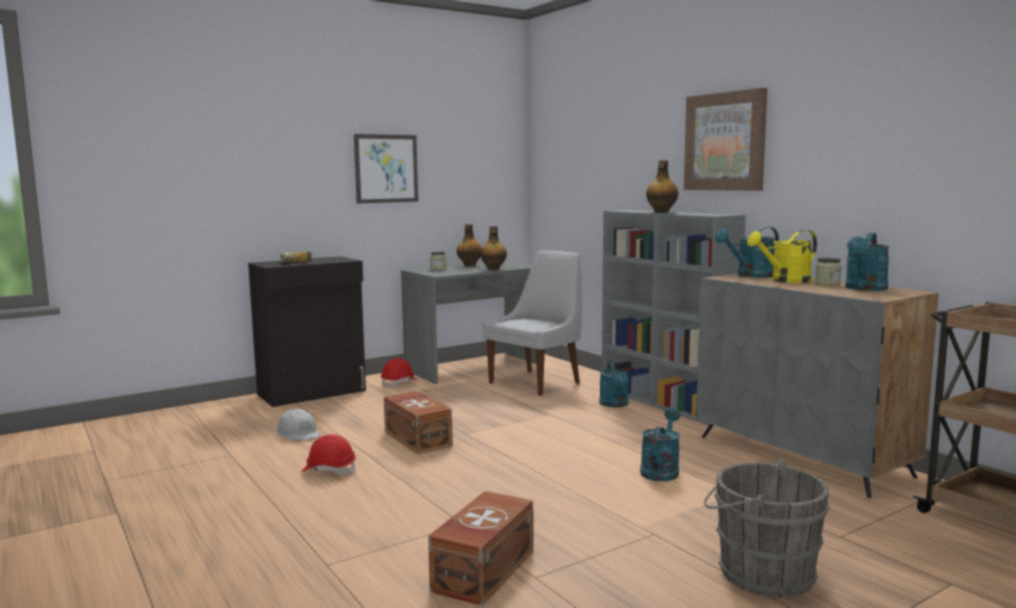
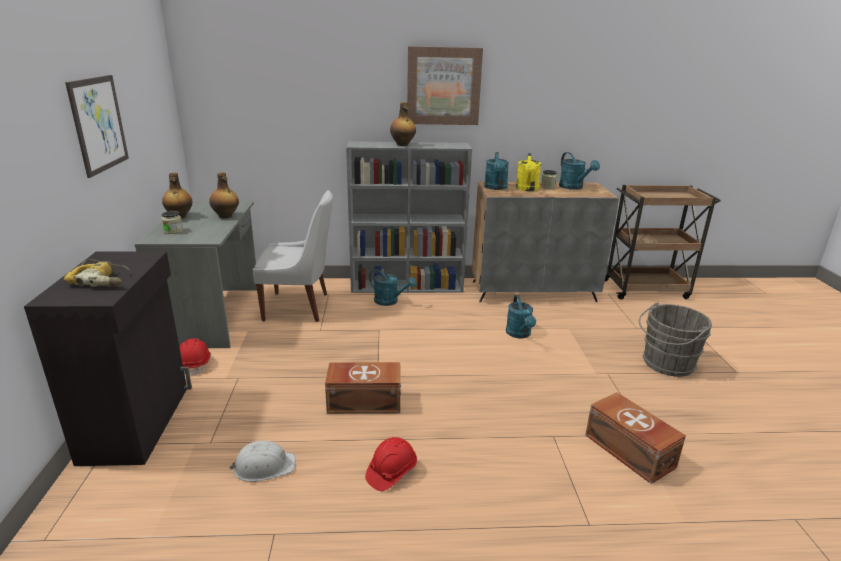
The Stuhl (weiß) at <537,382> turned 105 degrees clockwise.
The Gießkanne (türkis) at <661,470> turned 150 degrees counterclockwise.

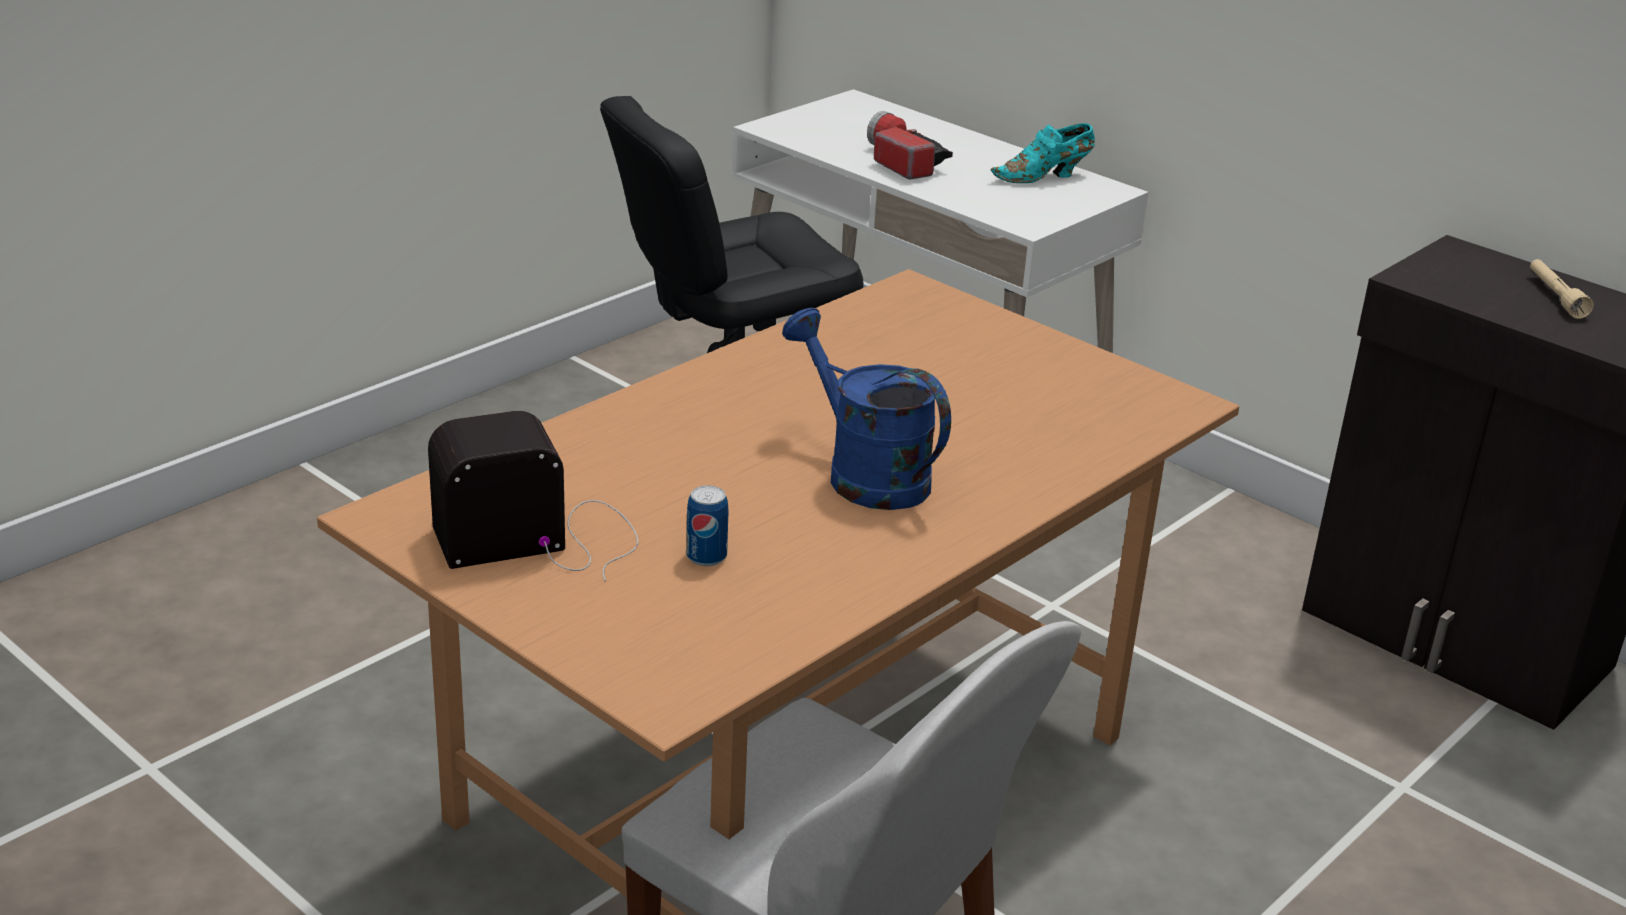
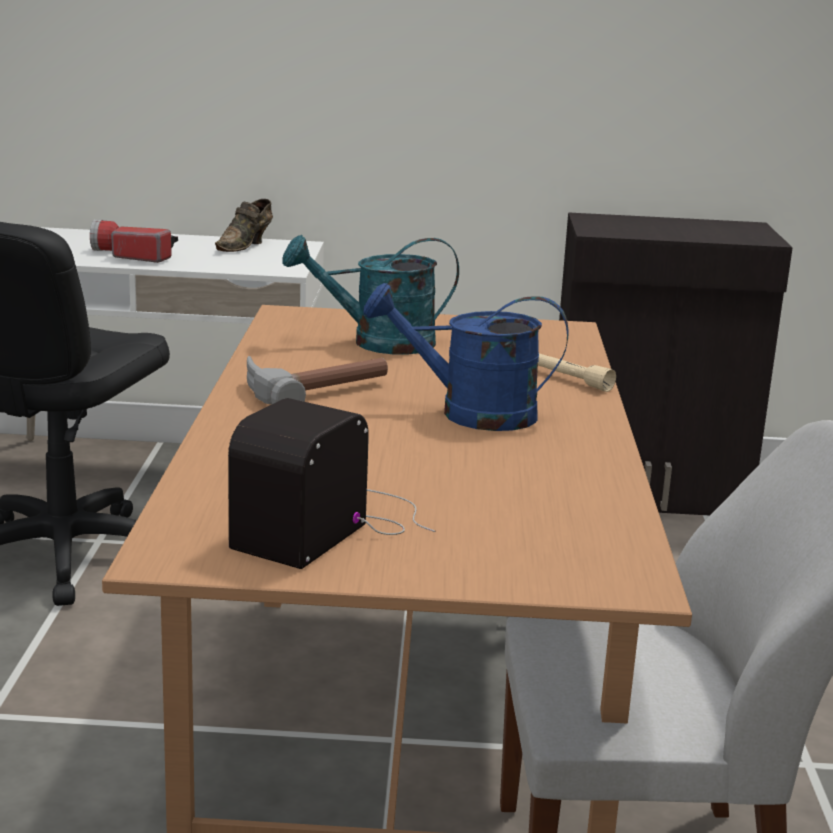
The Schuh (türkis) at <1044,177> became the Schuh (braun) at <246,246>.
The Taschenlampe (beige) moved from <1555,296> to <568,379>.
The Dose at <706,557> disappeared.
The Gießkanne (türkis) at <378,343> appeared.
The Hammer at <313,389> appeared.

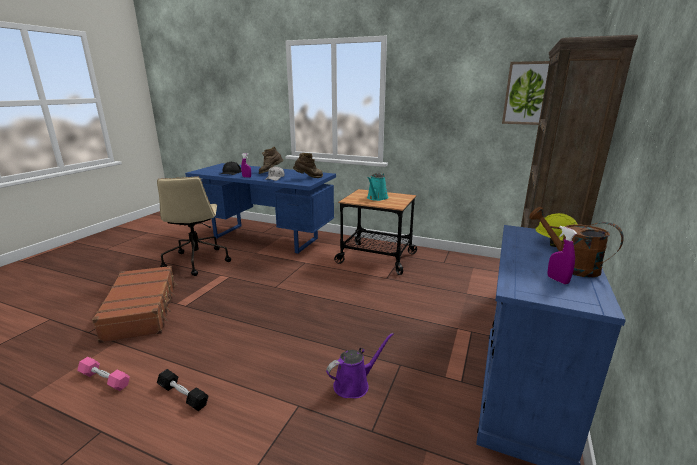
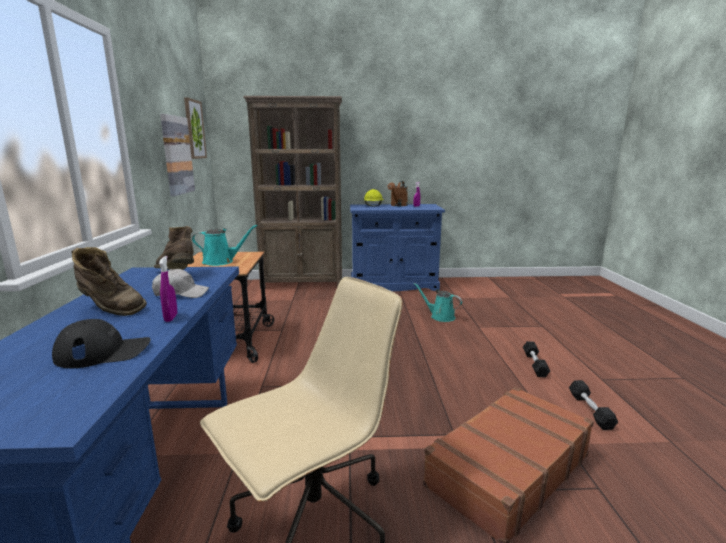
The Gießkanne (lila) at <354,384> became the Gießkanne (türkis) at <440,317>.
The Hantel (rosa) at <105,379> became the Hantel (schwarz) at <590,410>.
The Bild at <176,155> appeared.

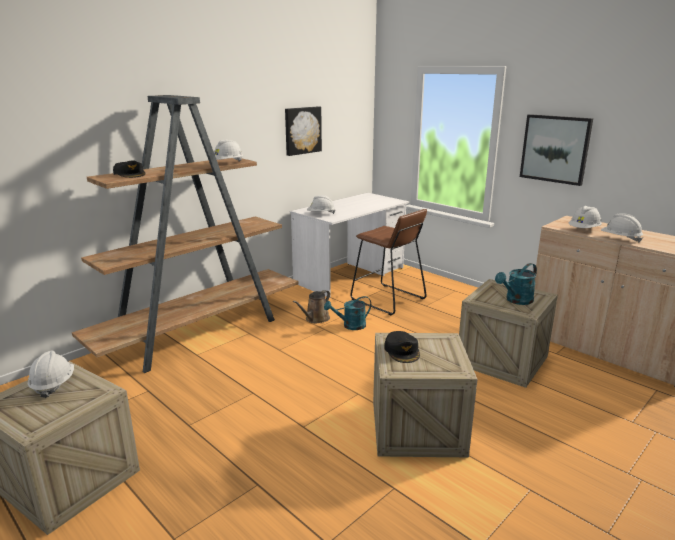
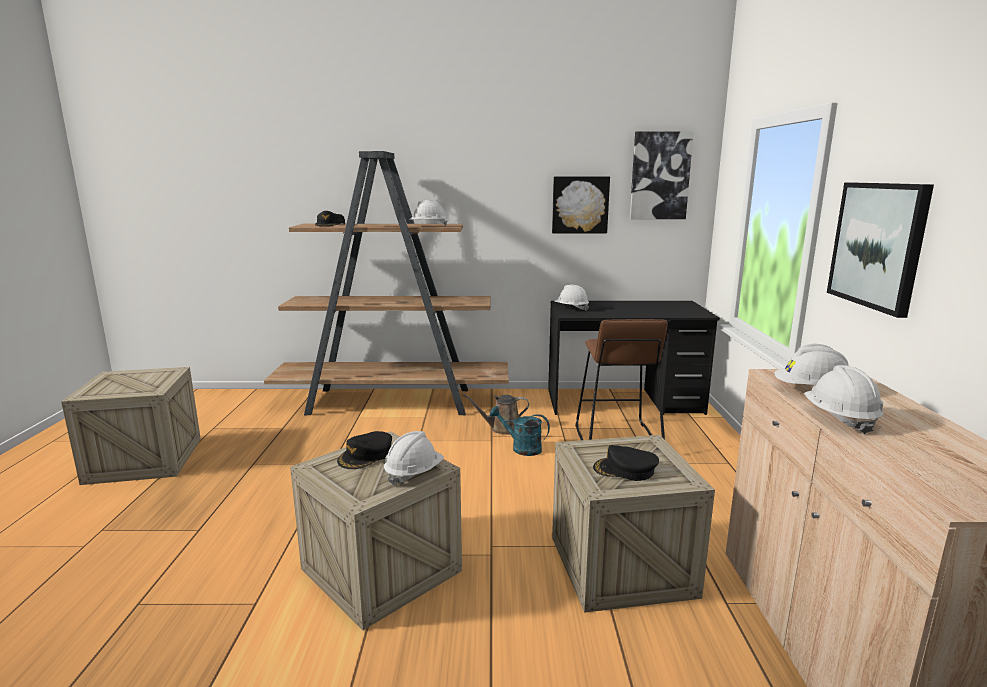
The Schreibtisch (weiß) at <350,275> became the Schreibtisch (schwarz) at <623,402>.
The Gießkanne (türkis) at <516,301> was replaced by the Kappe (schwarz) at <625,470>.
The Schutzhelm (weiß) moved from <53,385> to <413,473>.
The Bild at <660,176> appeared.

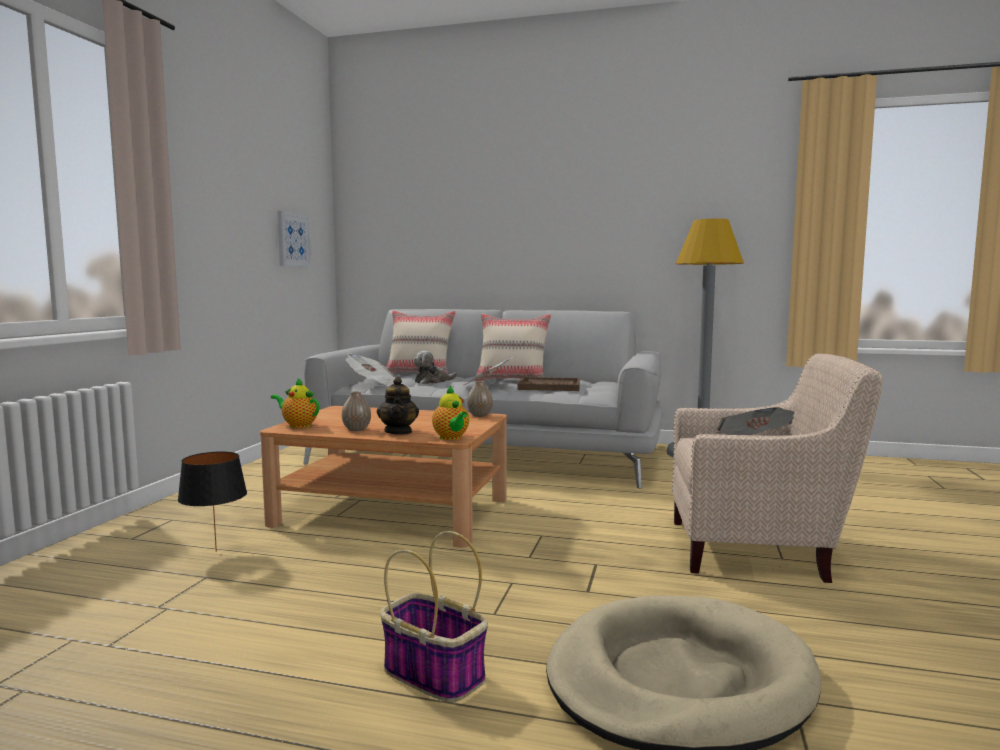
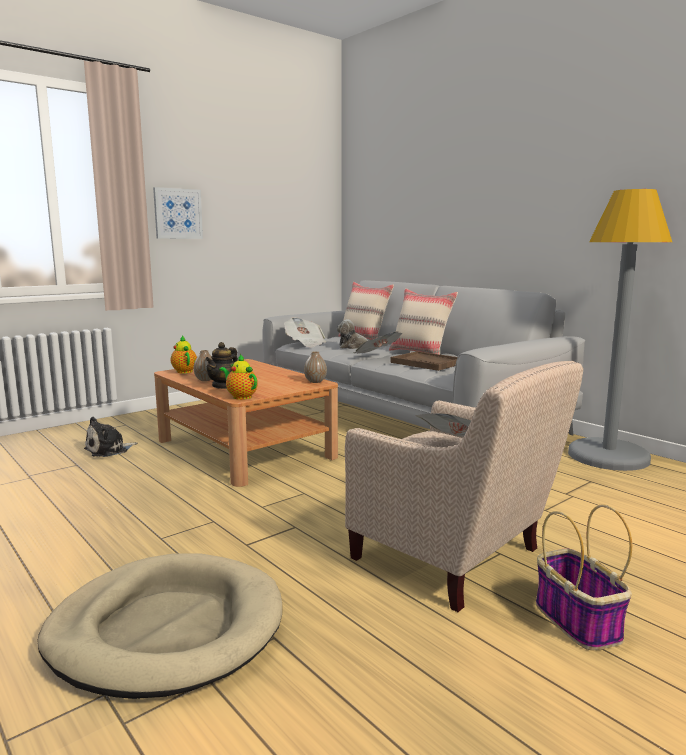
The Bild moved from <293,240> to <178,213>.
The Teekanne at <451,438> turned 120 degrees clockwise.
The Tischlampe (schwarz) at <217,551> was replaced by the Plüschtier at <109,450>.
The Korb moved from <432,674> to <575,620>.

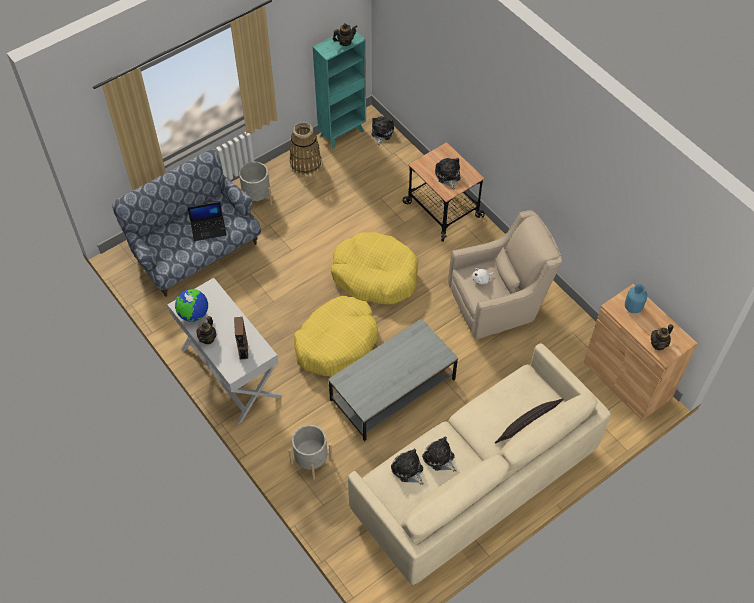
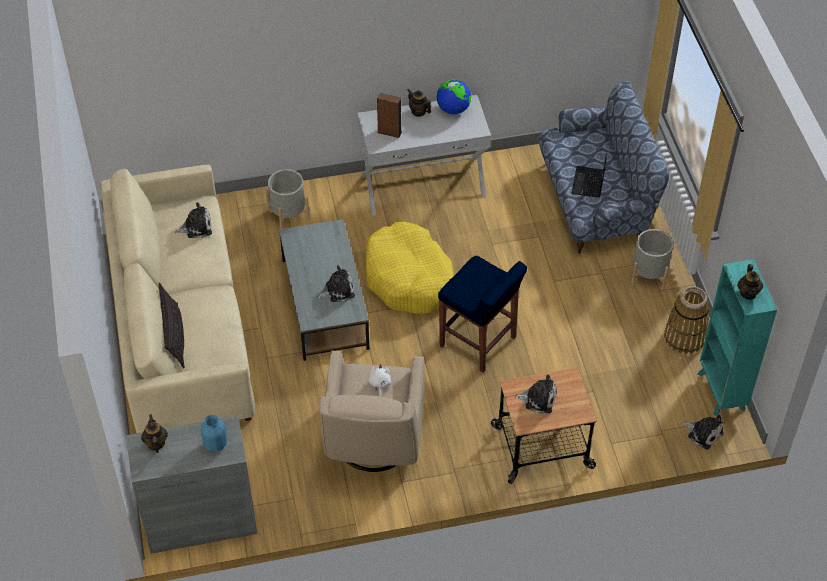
The Hundebett (gelb) at <375,275> was replaced by the Hocker (blau) at <479,342>.
The Schrank (braun) at <627,380> became the Schrank (grau) at <200,521>.
The Plüschtier moved from <439,458> to <337,290>.

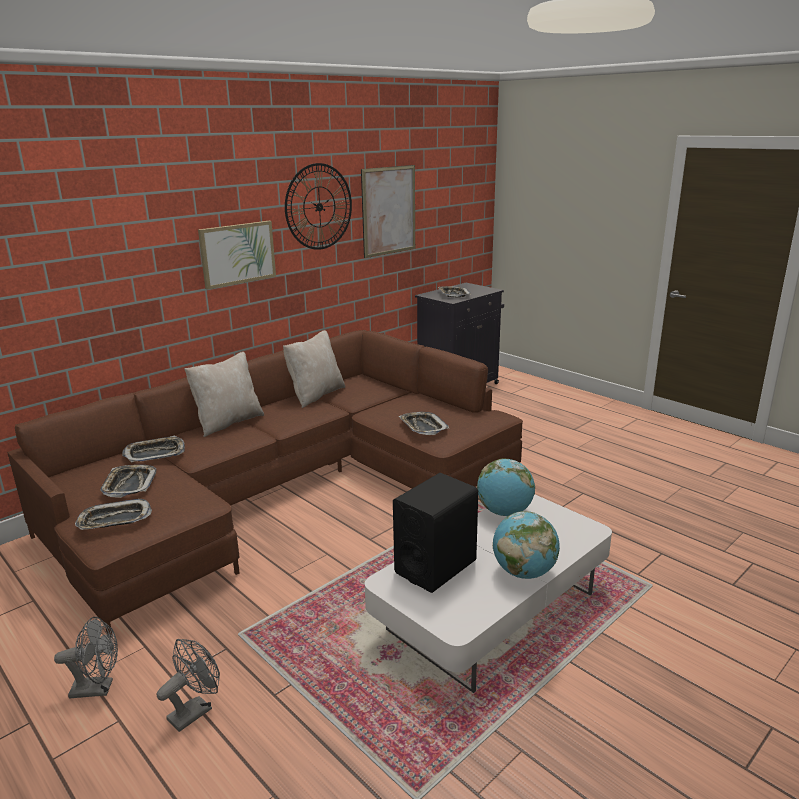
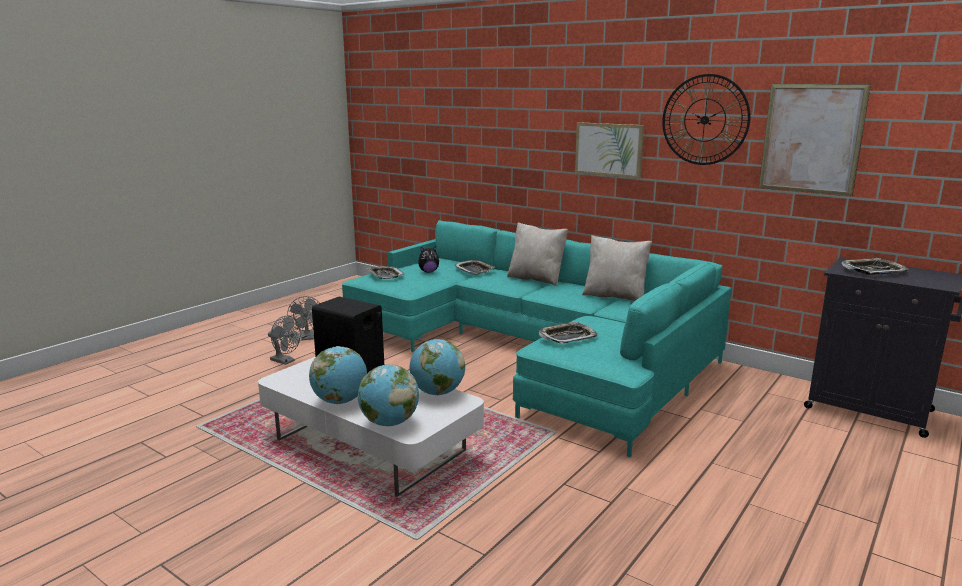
The Sofa (braun) at <287,490> became the Sofa (türkis) at <533,351>.
The Tablett at <129,484> was replaced by the Plüschtier at <428,271>.
The Globus at <389,423> appeared.

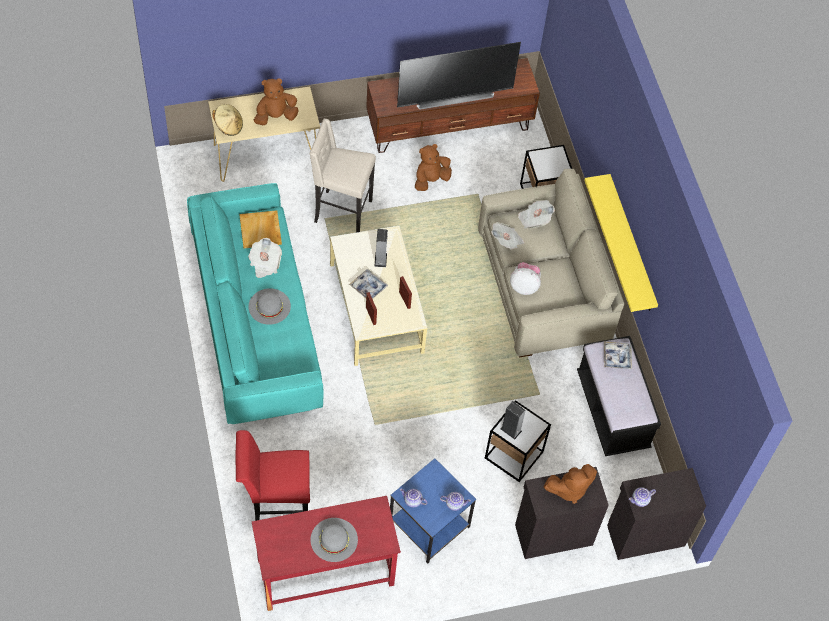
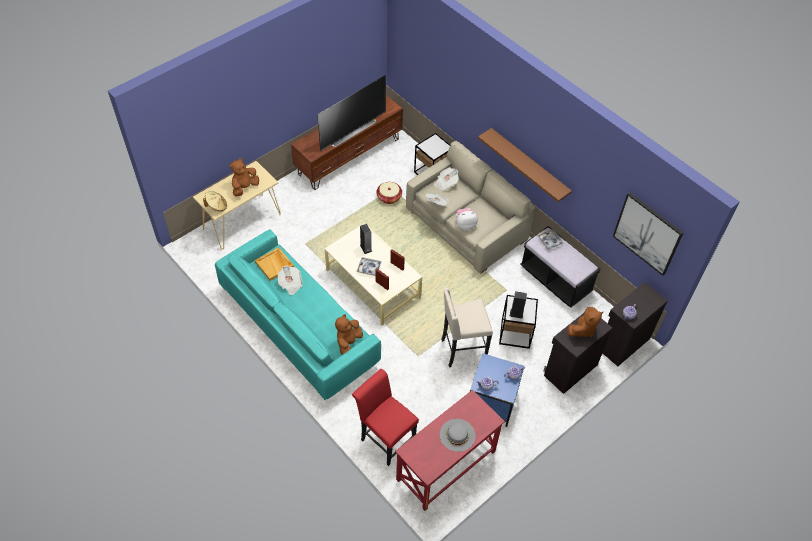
The Hocker (beige) moved from <341,212> to <462,350>.
The Plüschtier (braun) moved from <431,180> to <348,342>.
The Wandregal (gelb) at <631,245> became the Wandregal (braun) at <529,164>.
The Hut (grau) at <269,306> disappeared.
The Stuhl (rot) at <275,502> turned 75 degrees clockwise.
The Korb at <389,197> appeared.
The Bild at <647,233> appeared.

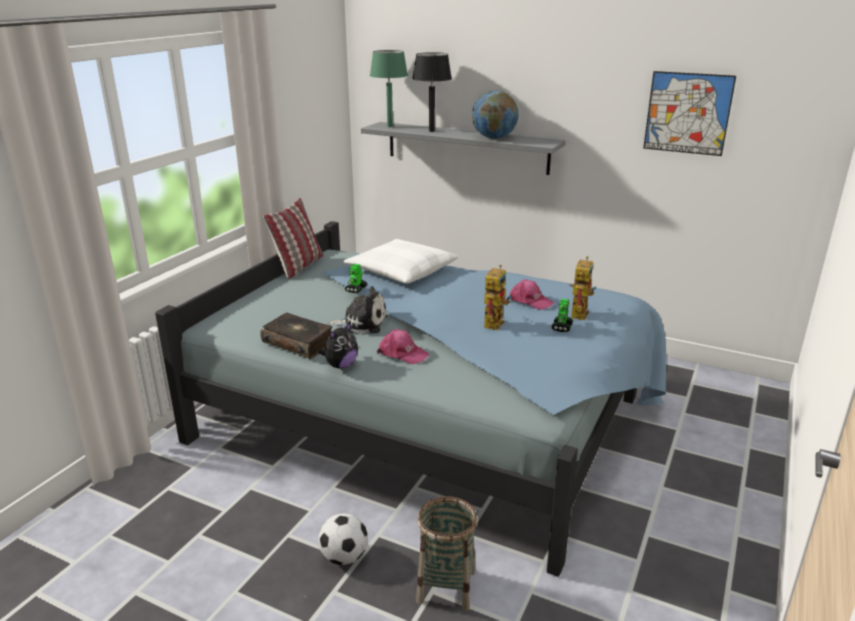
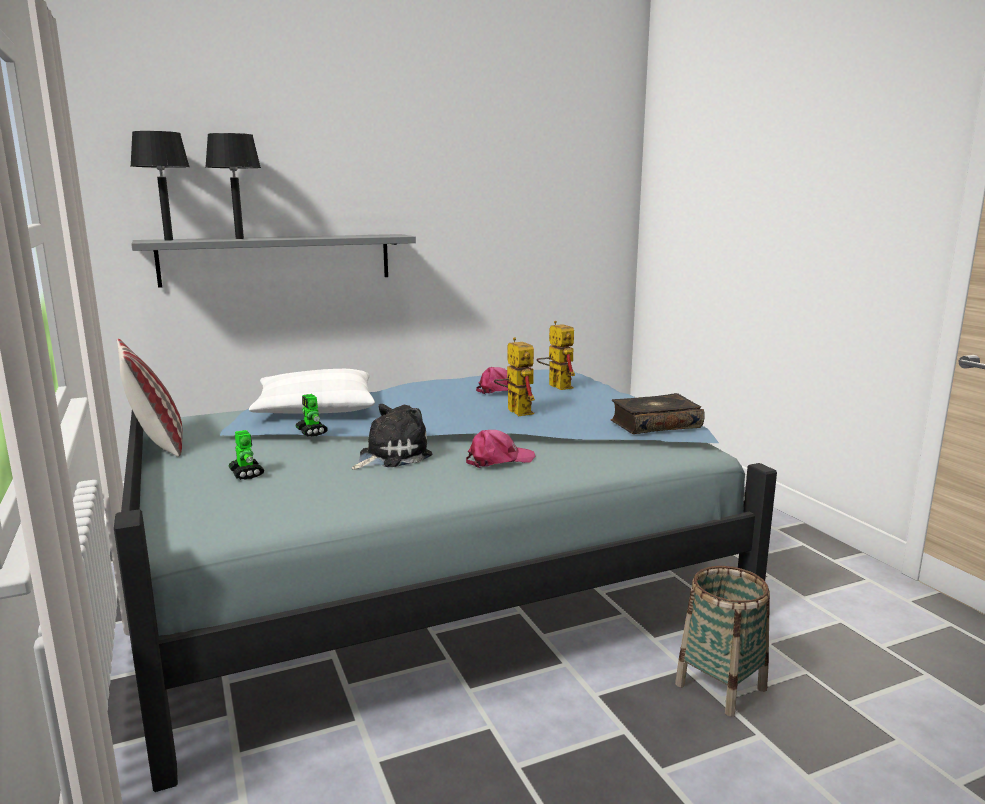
The Tischlampe (grün) at <389,126> became the Tischlampe (schwarz) at <168,240>.
The Bild at <687,113> disappeared.
The Globus at <494,138> disappeared.
The Spielzeugroboter moved from <562,327> to <246,473>.
The Buch moved from <299,343> to <655,424>.
The Plüschtier at <340,365> disappeared.
The Fußball at <344,557> disappeared.

